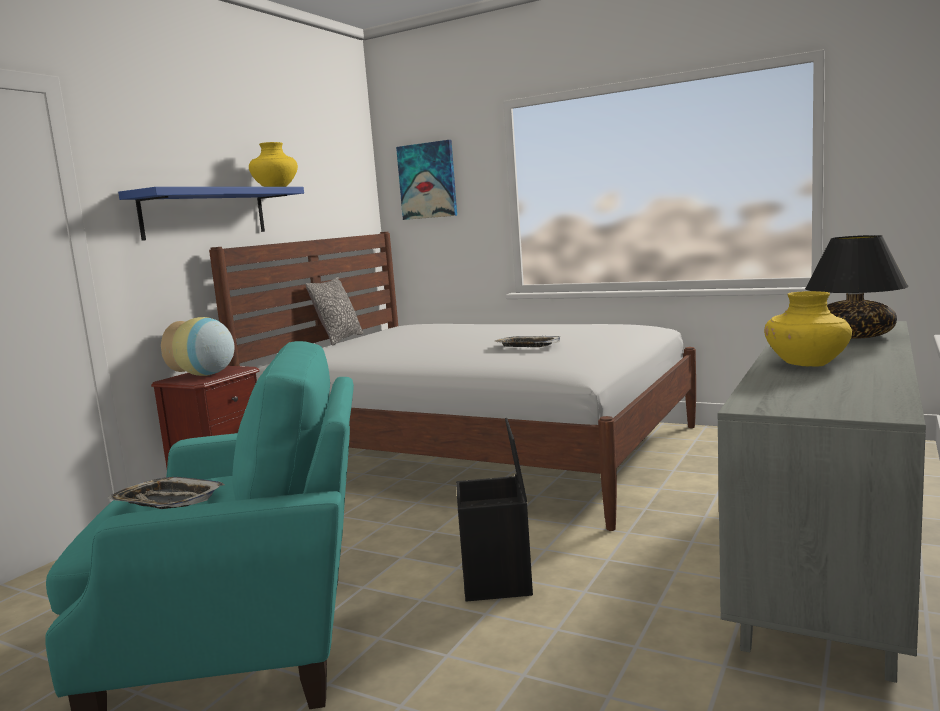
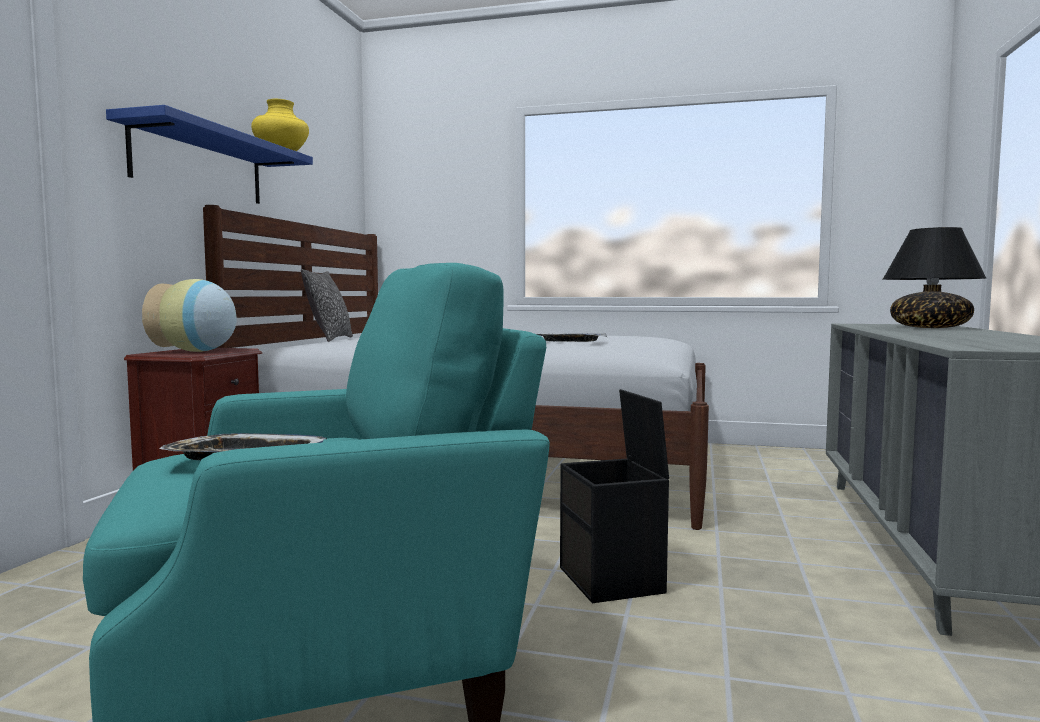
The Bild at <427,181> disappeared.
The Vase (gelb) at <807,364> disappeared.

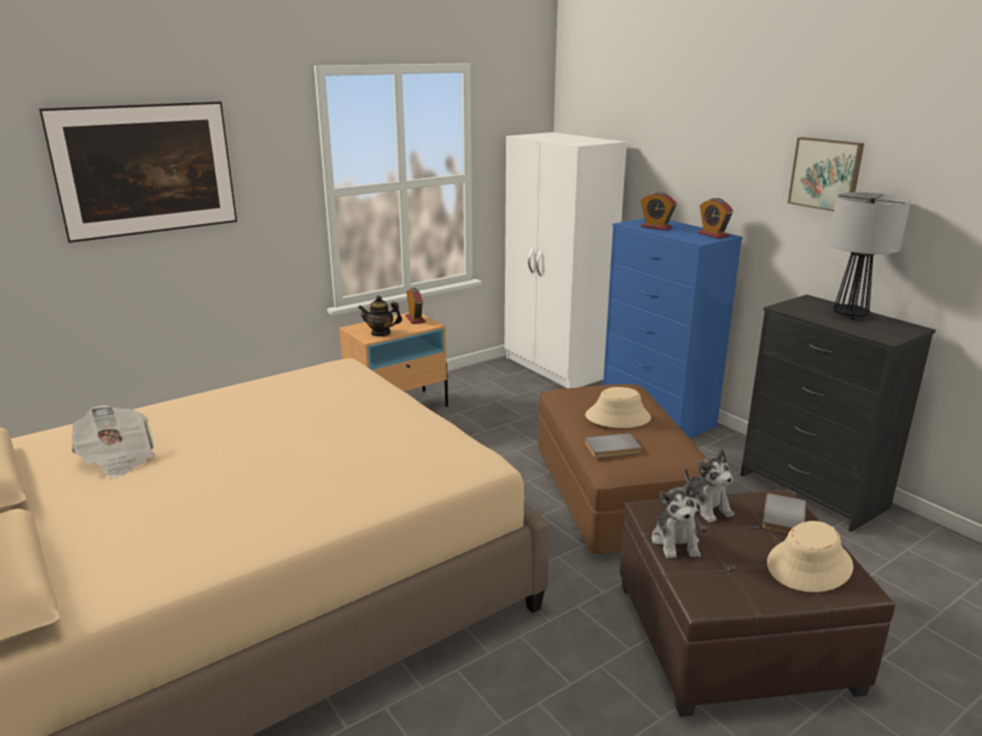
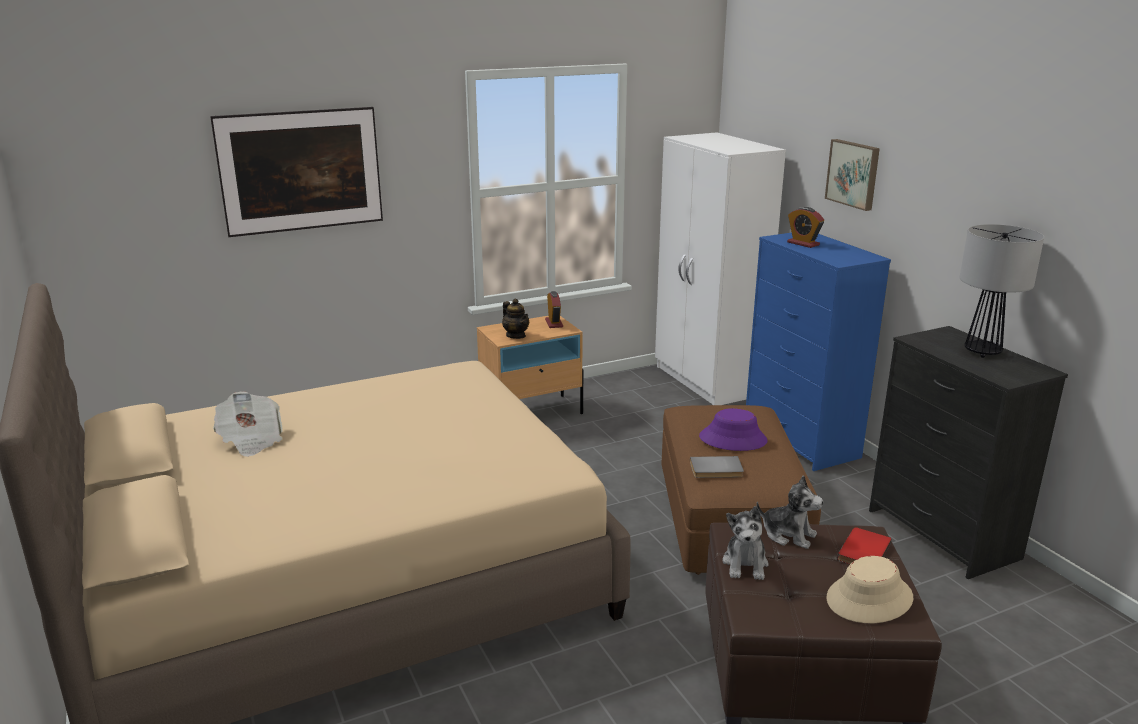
The Bild moved from <826,174> to <853,174>.
The Wecker at <713,235> disappeared.
The Teekanne at <381,333> turned 135 degrees counterclockwise.
The Hut (beige) at <617,417> became the Hut (lila) at <733,439>.
The Plüschtier at <705,507> turned 45 degrees counterclockwise.
The Buch (grau) at <781,516> became the Buch (rot) at <862,551>.

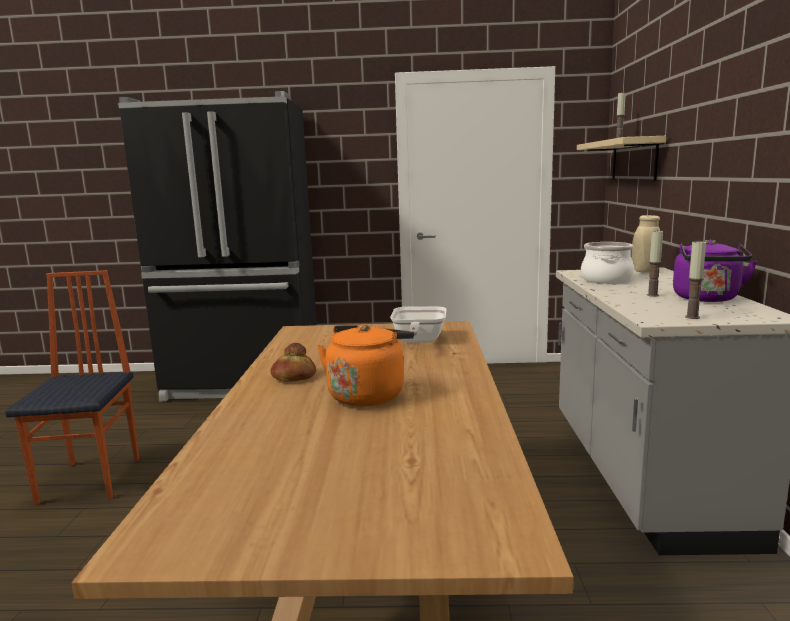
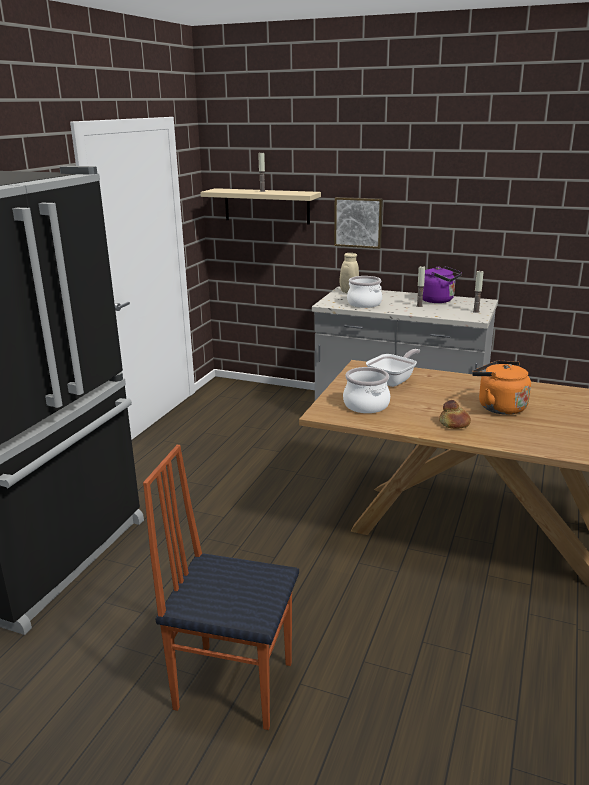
The Pfanne at <418,341> turned 75 degrees counterclockwise.
The Bild at <358,222> appeared.
The Kochtopf at <365,405> appeared.

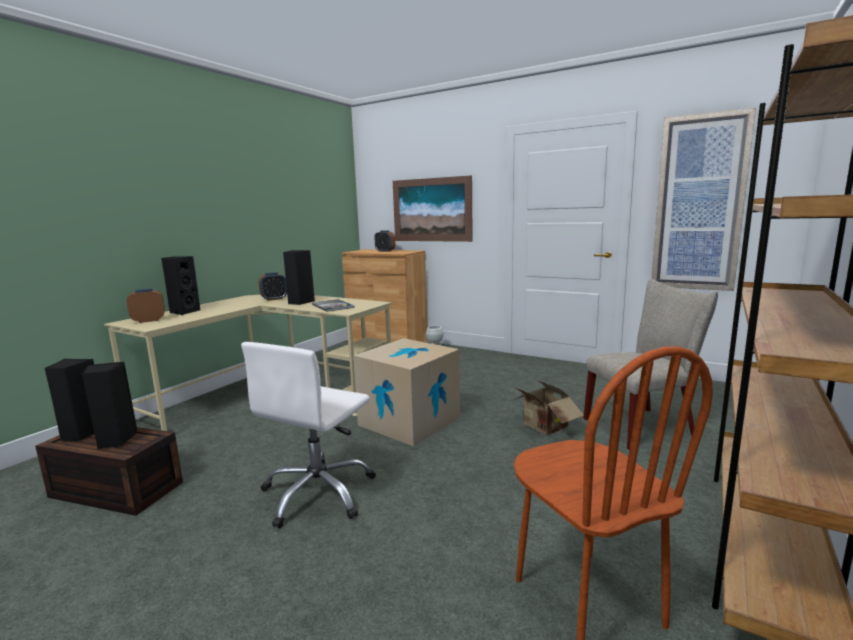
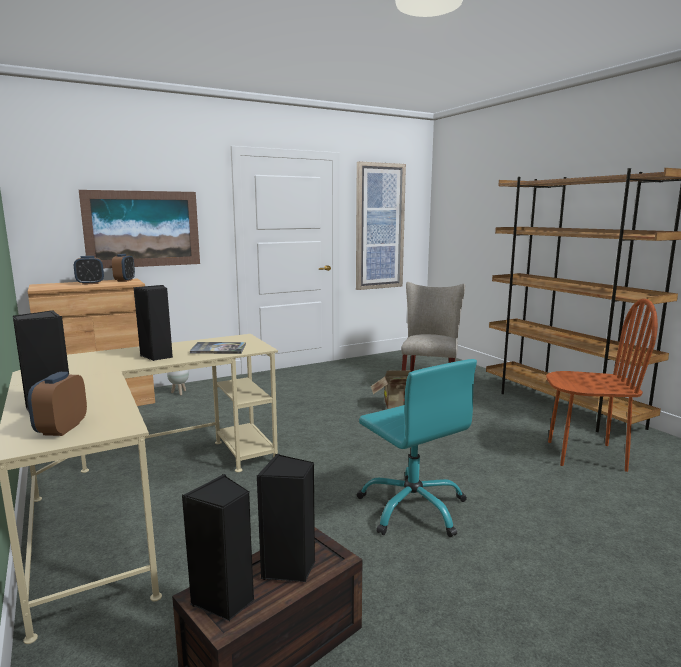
The Wecker moved from <274,299> to <125,280>.
The Karton at <409,421> disappeared.
The Bürostuhl (weiß) at <319,493> became the Bürostuhl (türkis) at <413,507>.

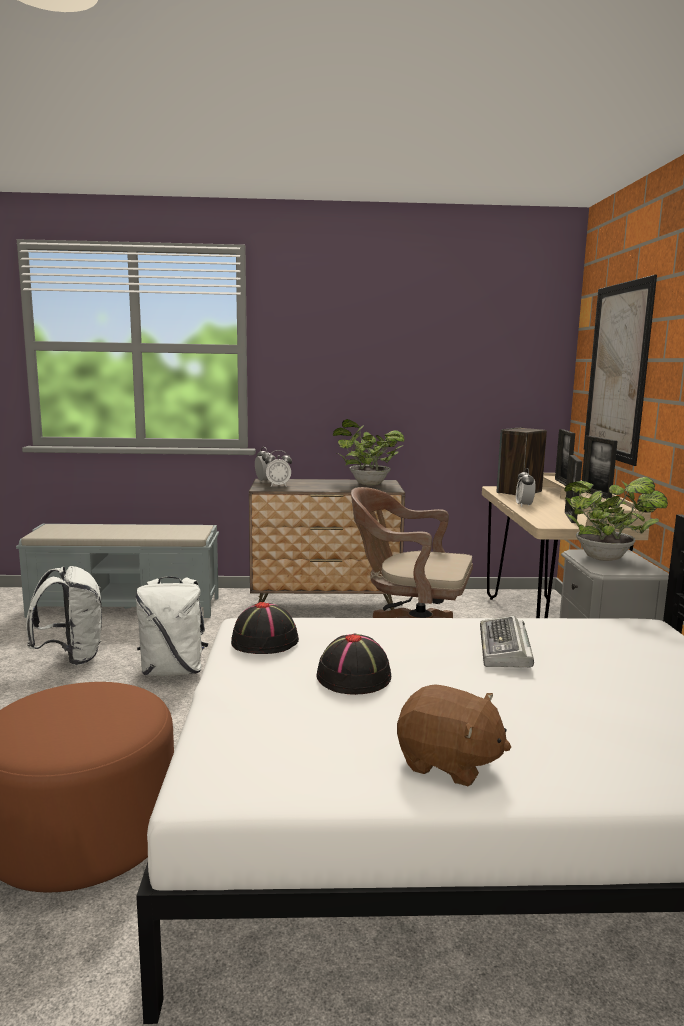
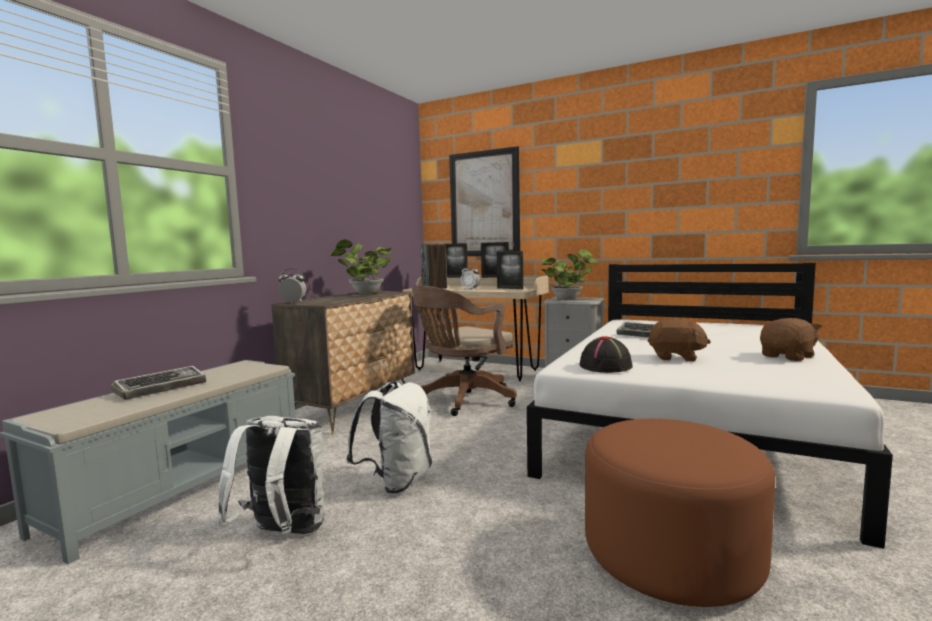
The Wecker at <278,486> disappeared.
The Hut (schwarz) at <354,677> was replaced by the Plüschtier (braun) at <676,357>.
The Tastatur at <162,388> appeared.

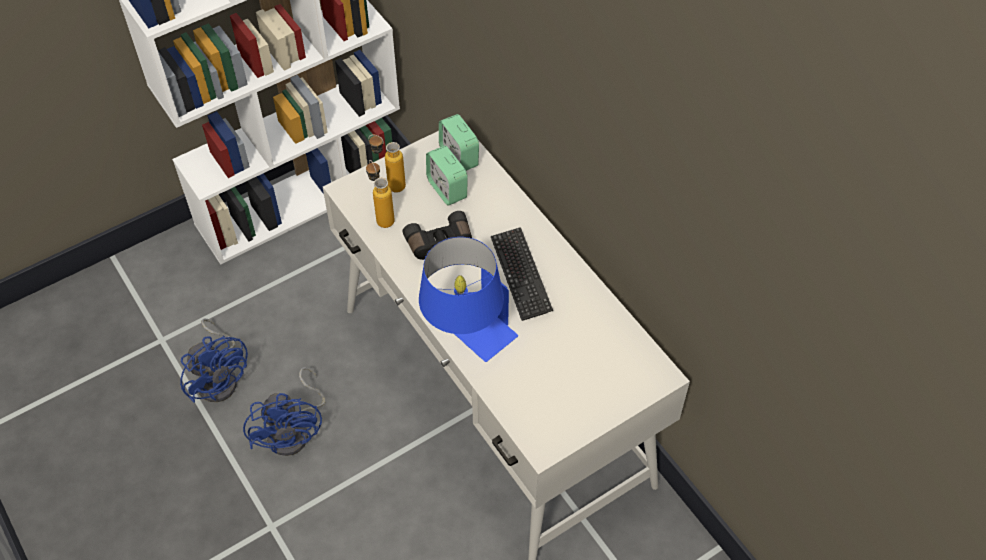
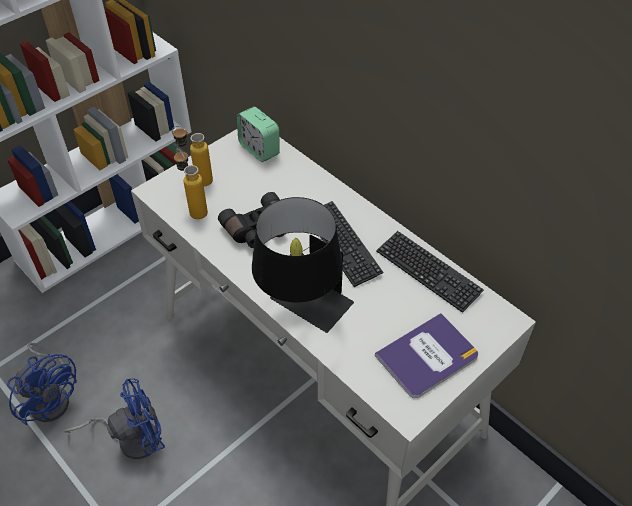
The Wecker at <447,189> disappeared.
The Tischlampe (blau) at <467,337> became the Tischlampe (schwarz) at <302,310>.
The Ventilator (blau) at <294,431> turned 90 degrees counterclockwise.
The Tastatur at <428,272> appeared.
The Buch at <427,356> appeared.

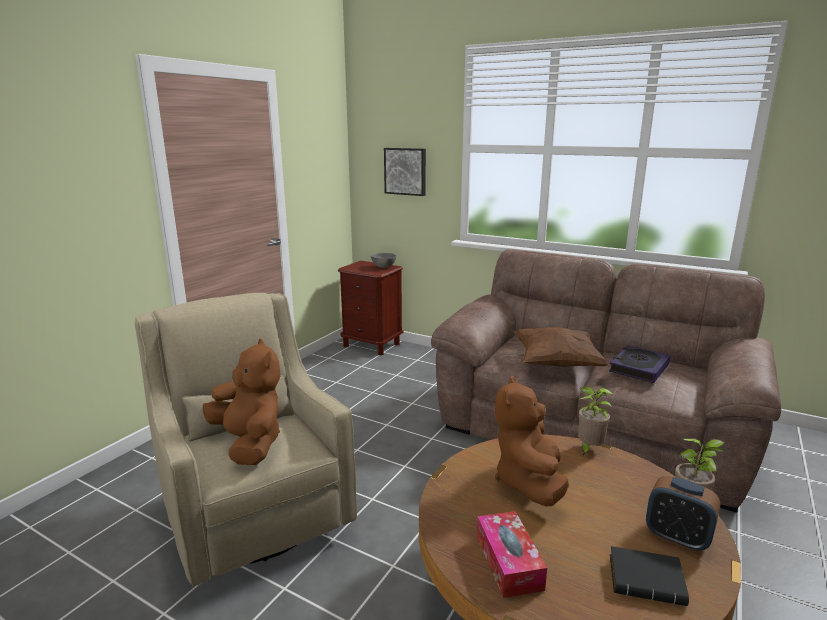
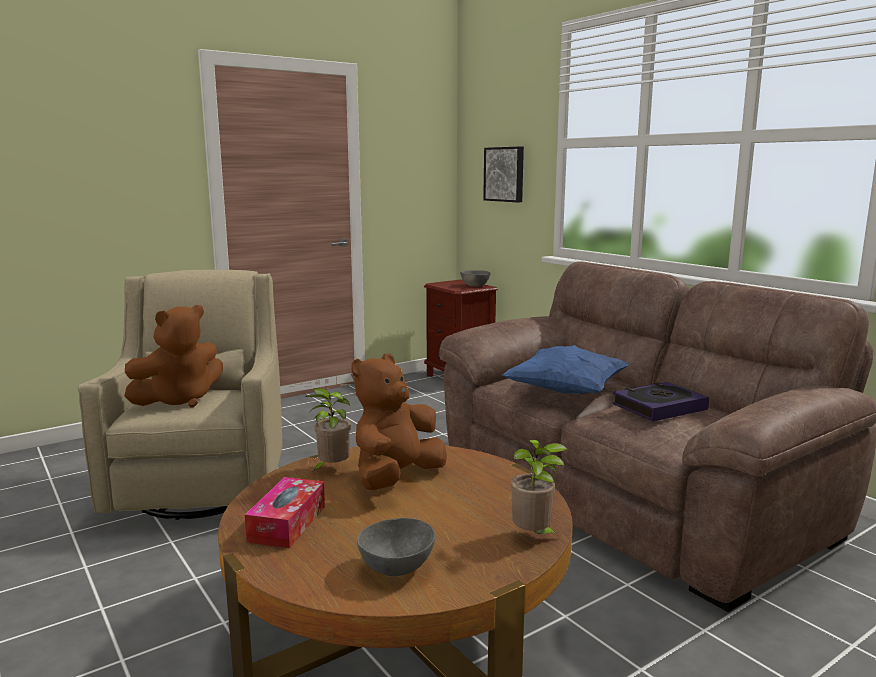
The Kissen (braun) at <556,364> became the Kissen (blau) at <565,392>.
The Plüschtier (braun) at <249,444> turned 60 degrees clockwise.
The Topfpflanze moved from <589,448> to <331,469>.
The Wecker at <677,537> disappeared.
The Buch (schwarz) at <647,580> was replaced by the Schüssel (grau) at <398,568>.

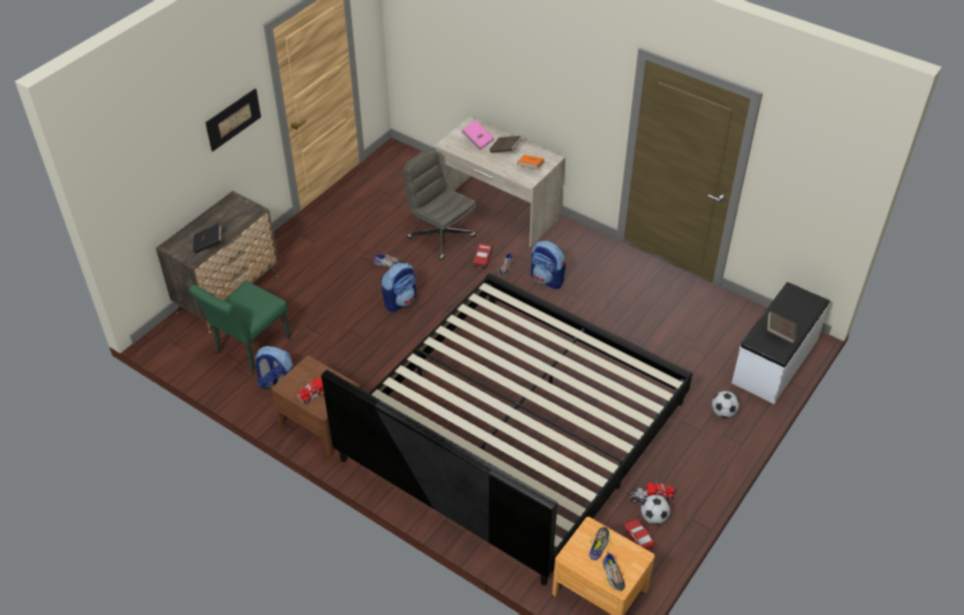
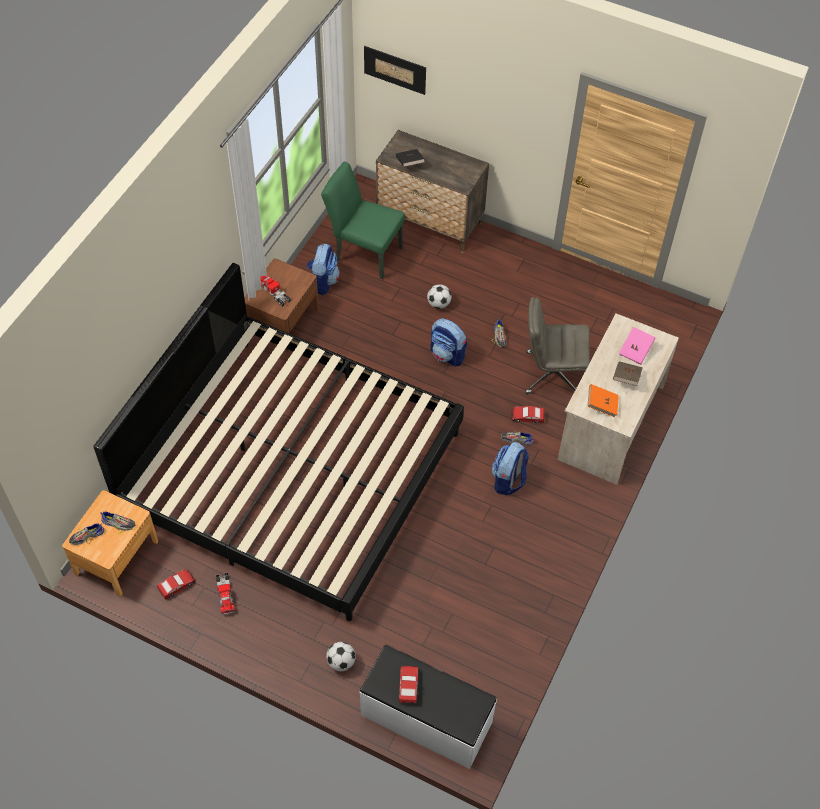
The Bild moved from <233,119> to <395,69>.
The Bürostuhl (grau) at <440,236> turned 120 degrees counterclockwise.
The Buch (braun) at <780,332> was replaced by the Spielzeugauto at <408,685>.
The Fußball moved from <653,517> to <438,304>.

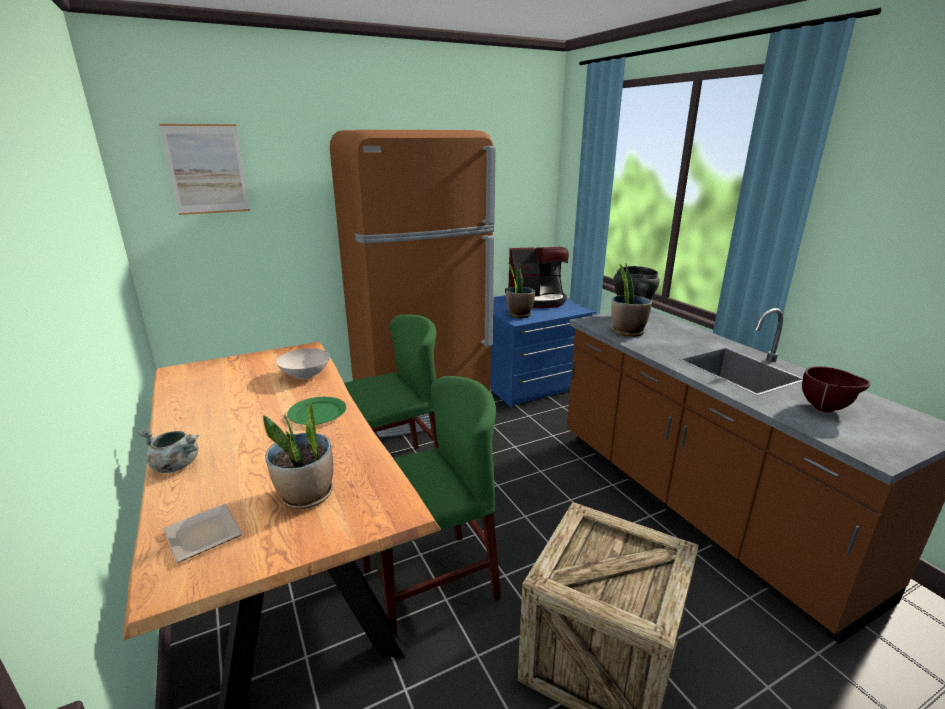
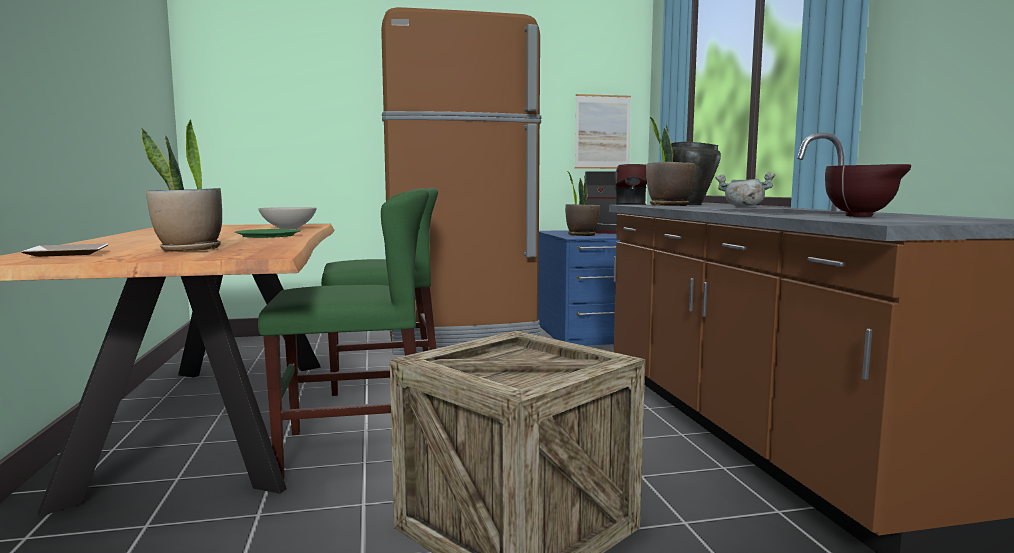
The Bild moved from <207,169> to <602,132>.
The Kochtopf (grau) moved from <174,465> to <743,206>.

